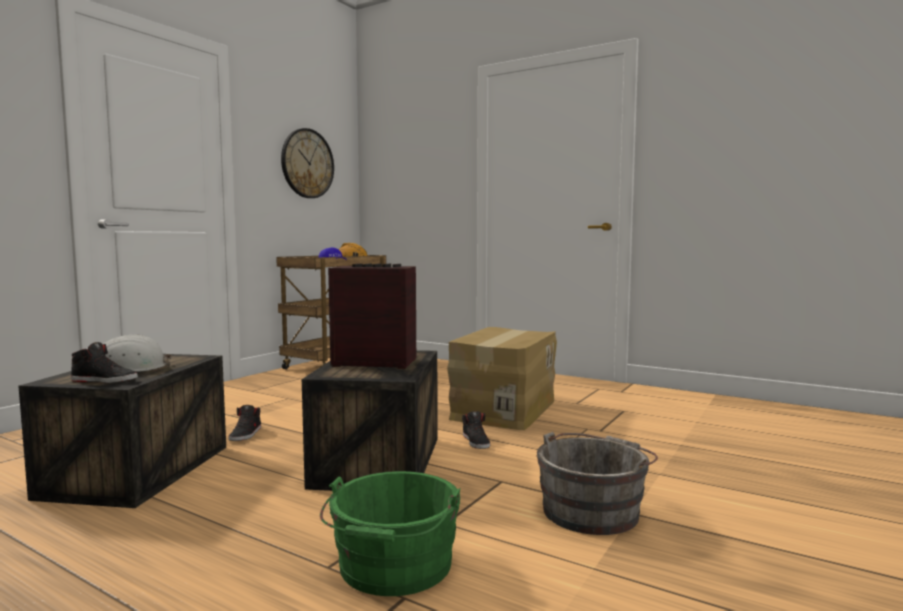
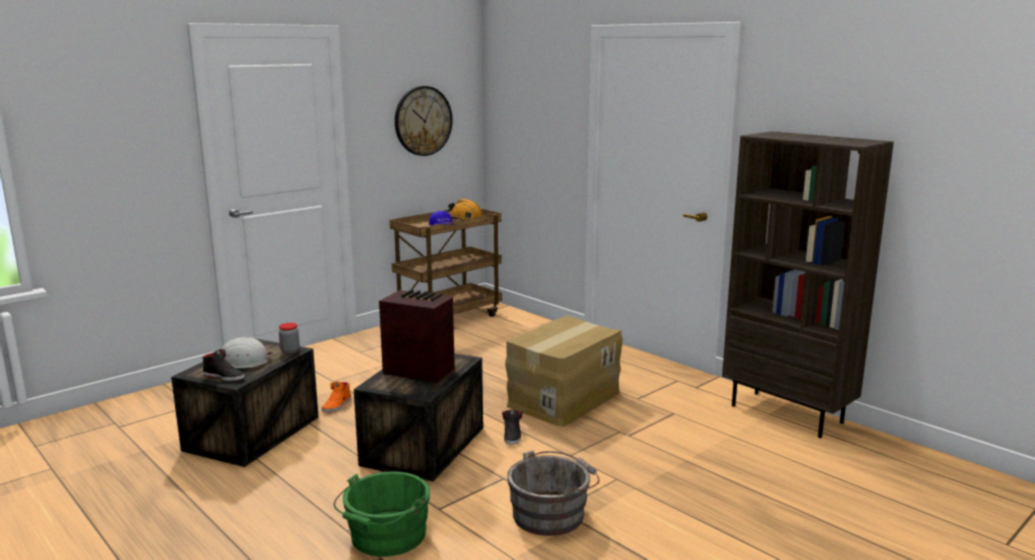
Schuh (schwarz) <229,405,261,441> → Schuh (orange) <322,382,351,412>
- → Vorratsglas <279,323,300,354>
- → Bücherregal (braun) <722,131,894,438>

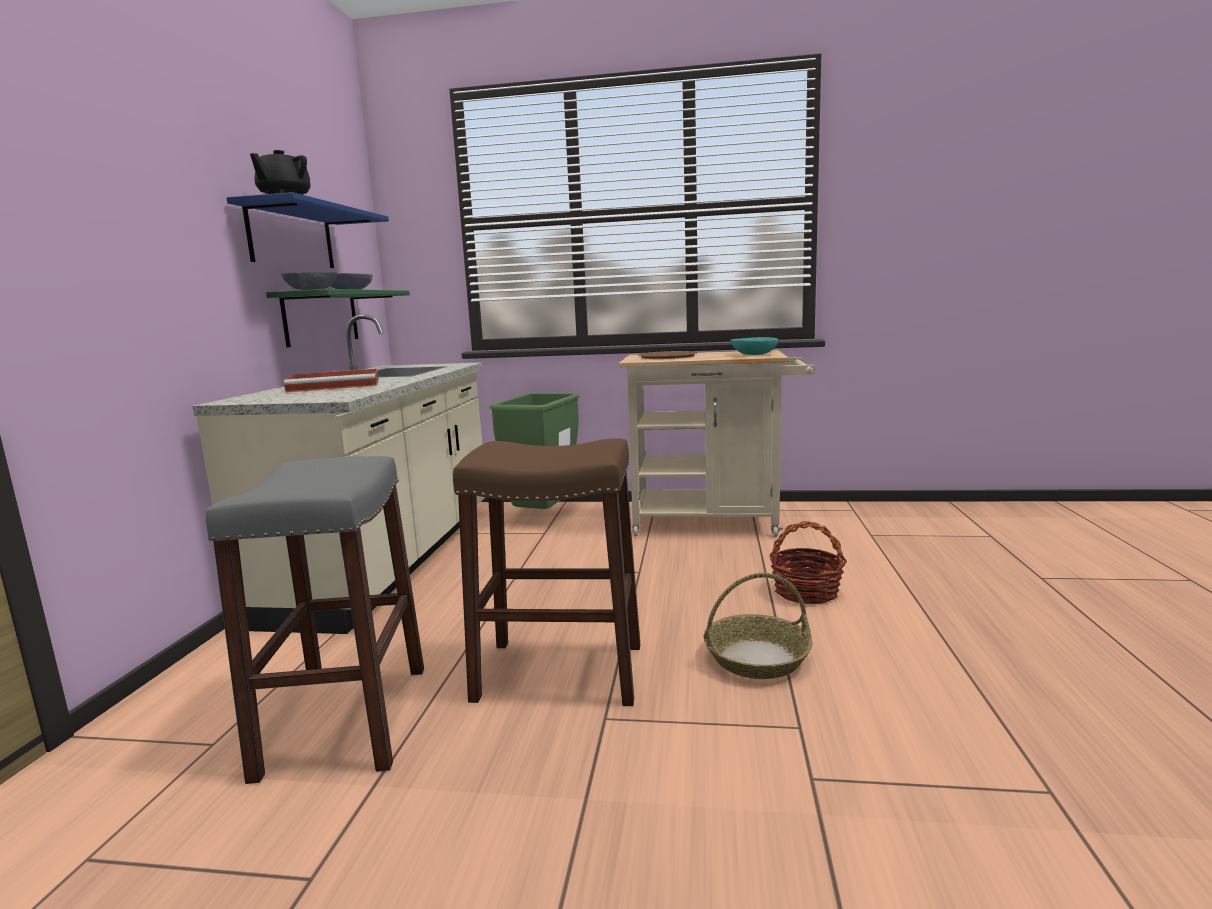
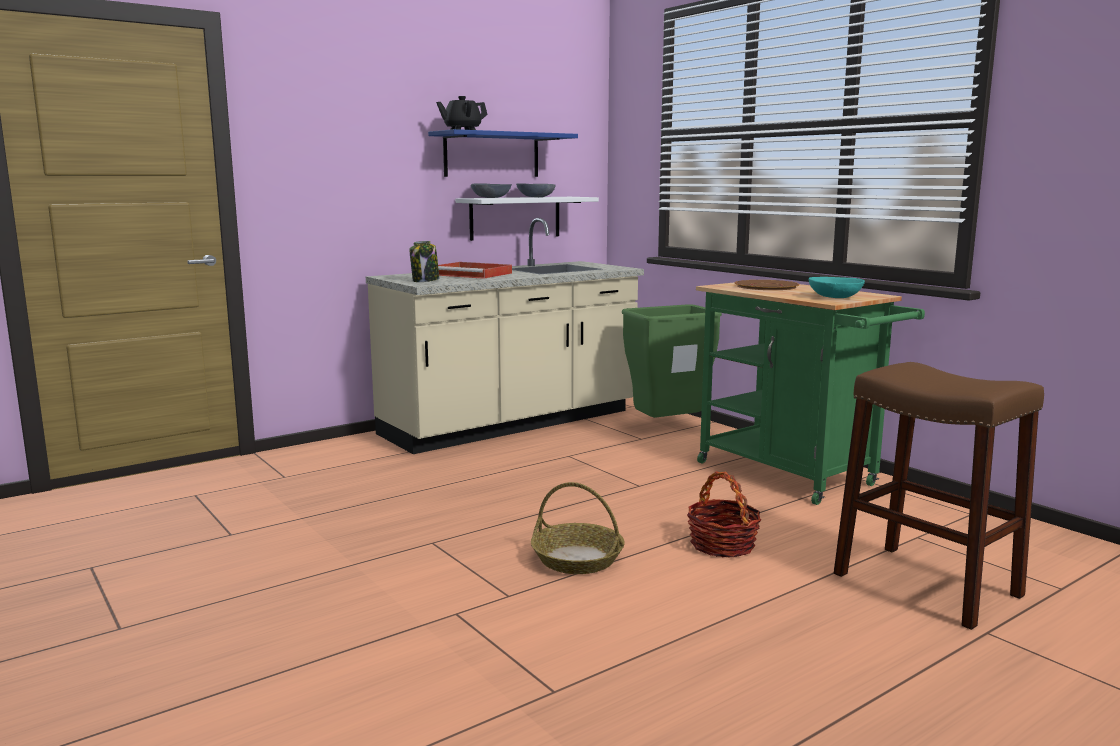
Hocker (grau) <206,456,424,784> → -
Wandregal (grün) <266,289,410,347> → Wandregal (weiß) <455,197,599,241>
Hocker (braun) <453,438,640,706> → Hocker (braun) <834,362,1044,630>, moved
Rollwagen (beige) <618,350,815,537> → Rollwagen (grün) <696,282,925,505>
- → Vorratsglas <409,241,439,282>

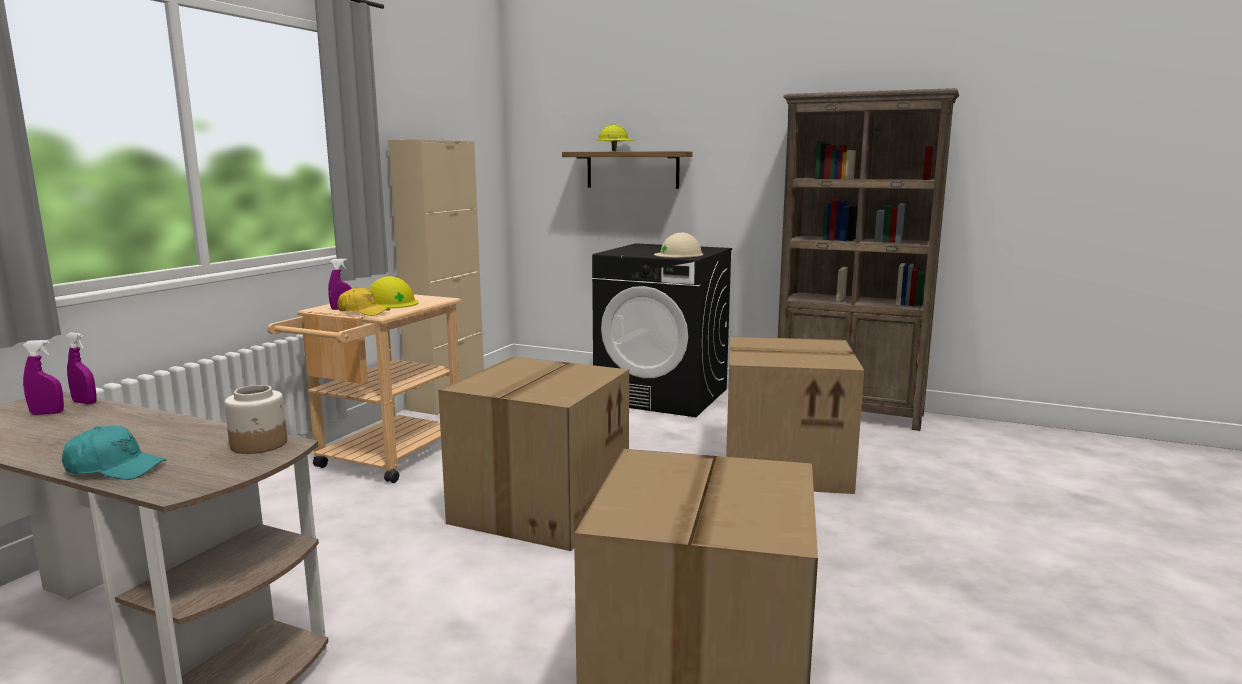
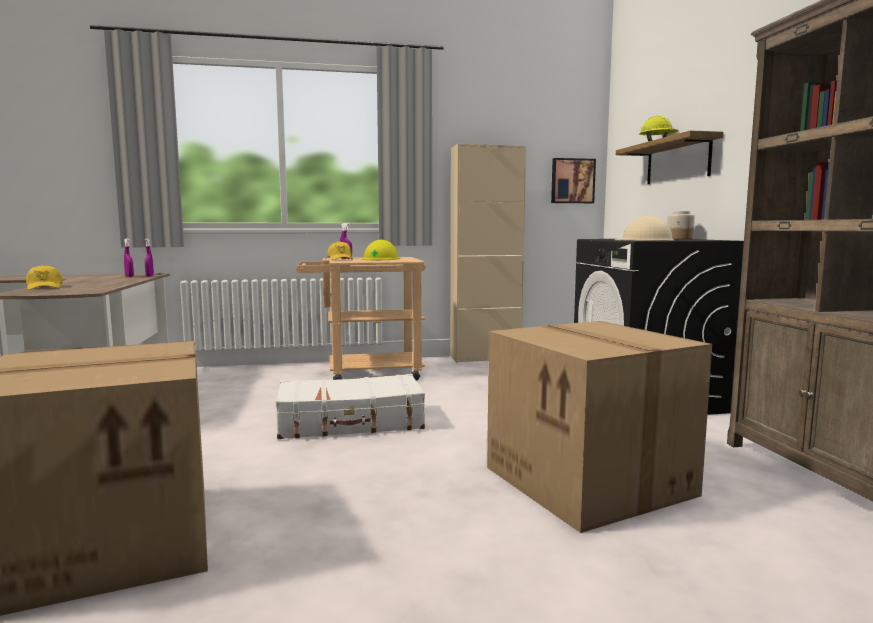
Kappe (türkis) <62,426,166,480> → Kappe (gelb) <26,265,62,290>
Vorratsglas <224,385,287,454> → Vorratsglas <667,211,695,239>, moved
Karton <438,356,629,551> → Koffer (weiß) <276,374,425,439>
- → Bild <551,158,596,203>

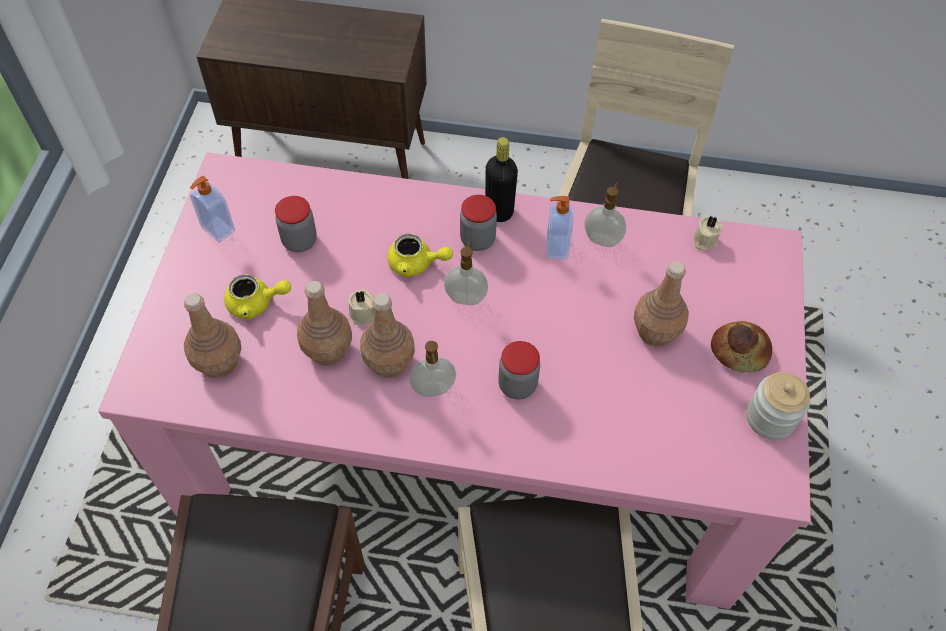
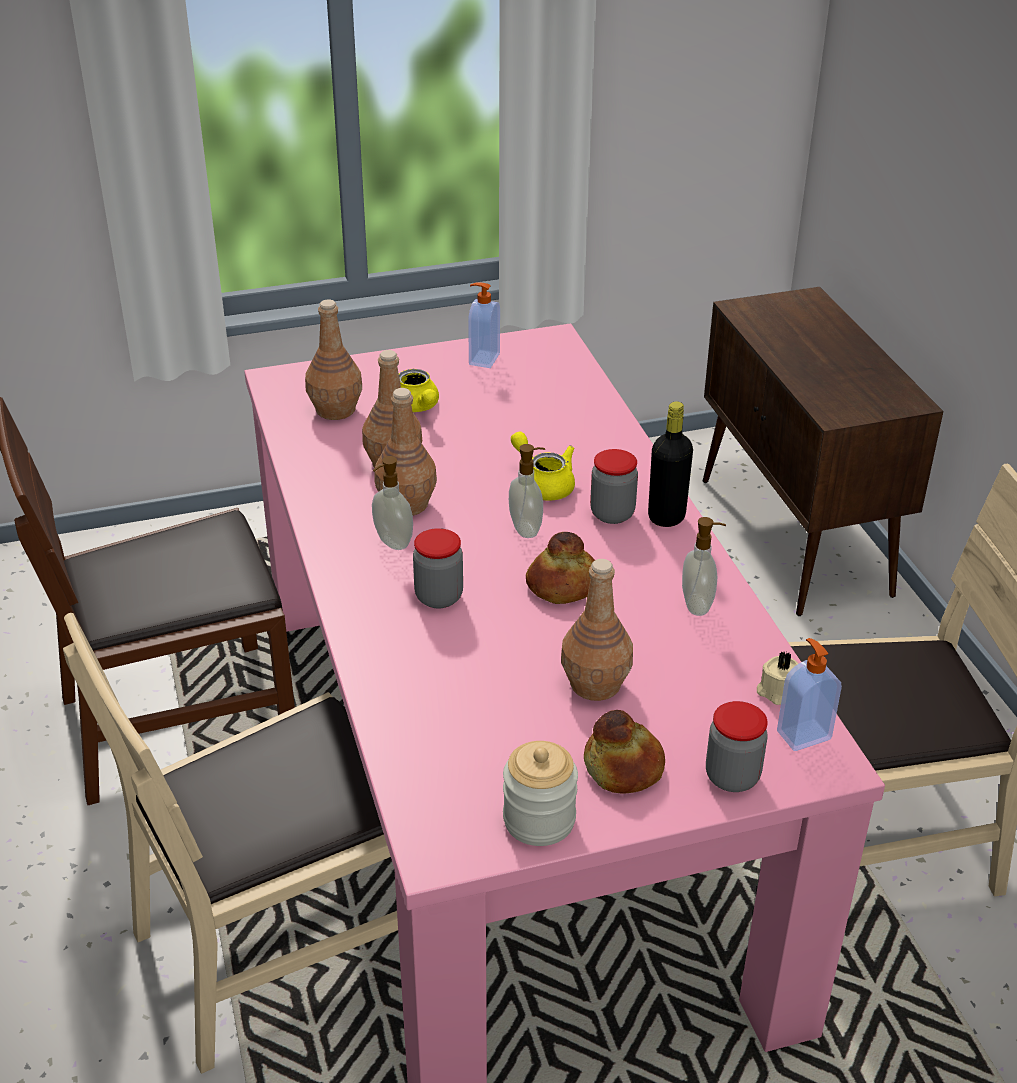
Vorratsglas <275,196,317,252> → Vorratsglas <706,701,768,792>, moved
Kerze (beige) <348,290,374,325> → -
Teekanne (gelb) <387,234,453,277> → Teekanne (gelb) <511,432,575,501>, 150 degrees clockwise
Seifenspender <547,196,573,259> → Seifenspender <777,638,842,751>, moved
- → Brot <526,532,595,604>

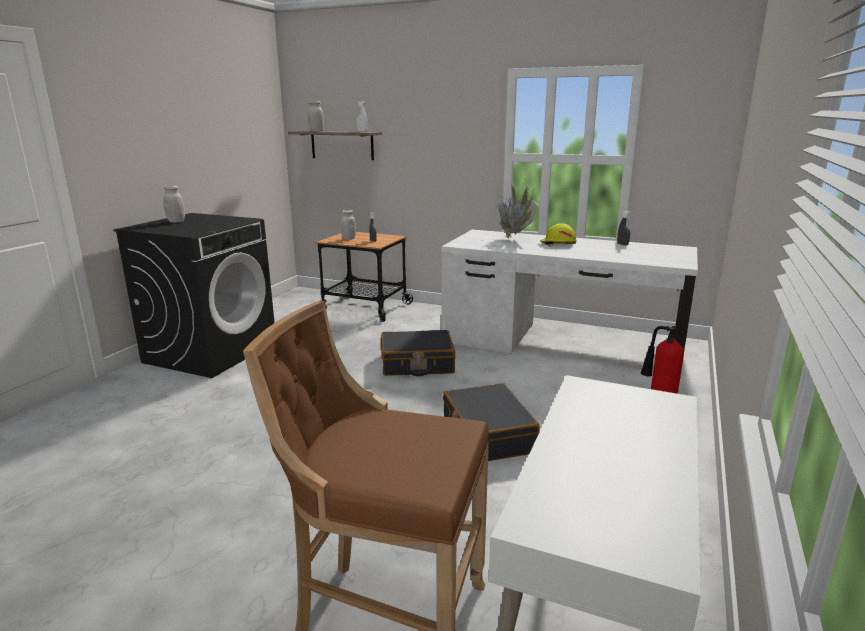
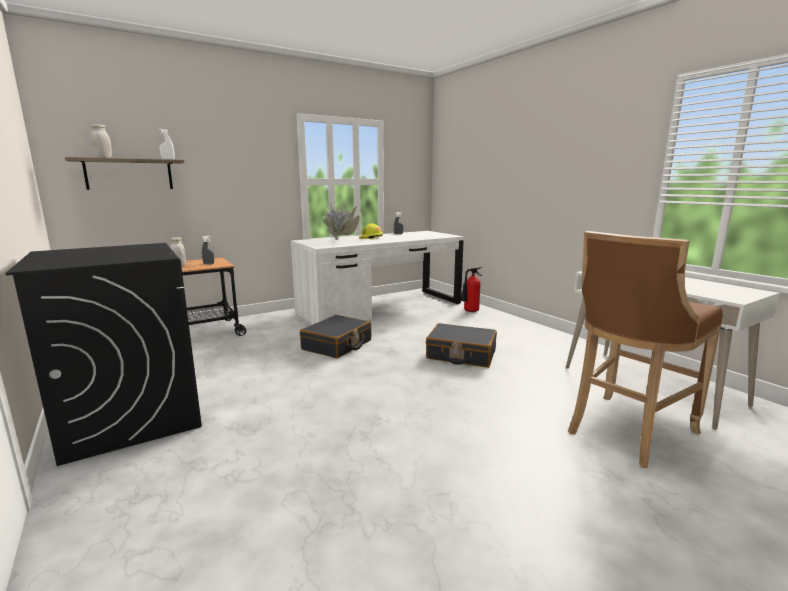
Vorratsglas (weiß) <163,185,185,223> → -

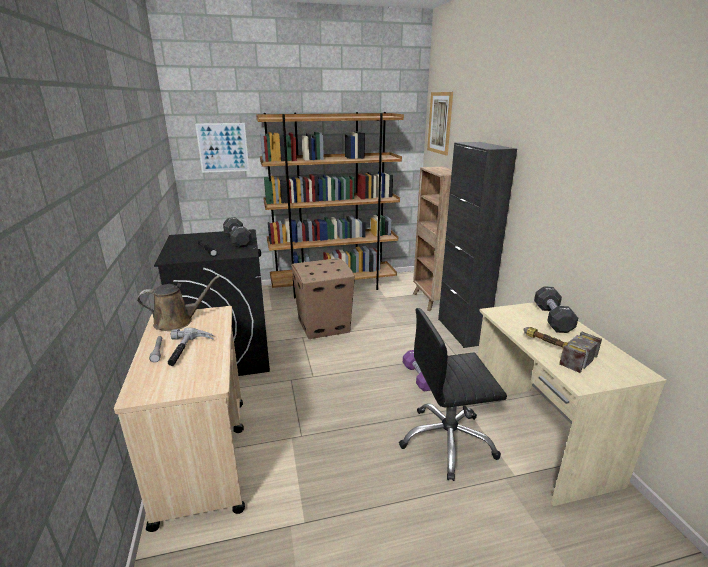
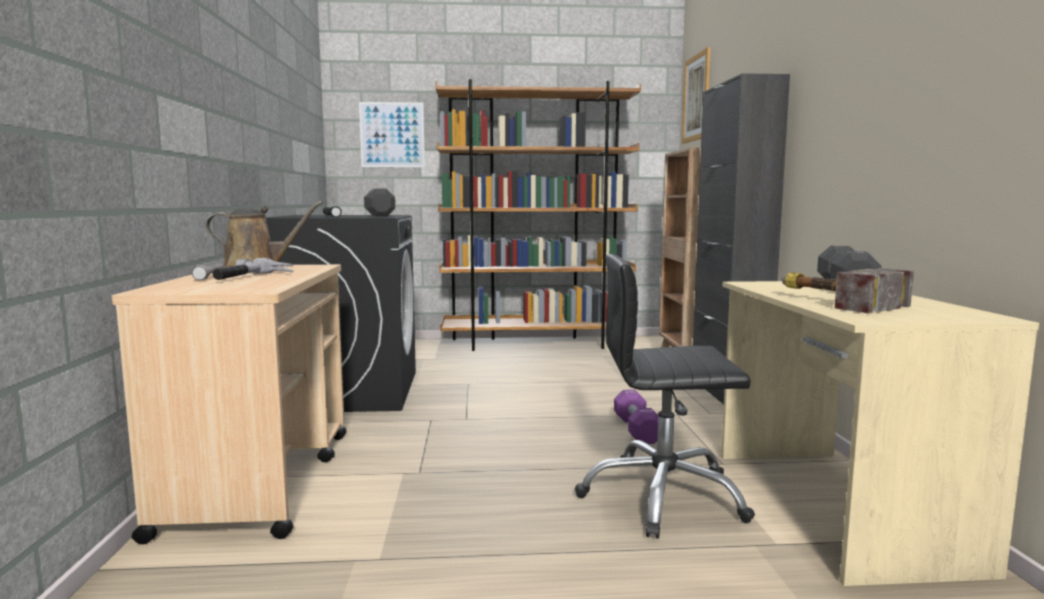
Karton <291,258,355,339> → -

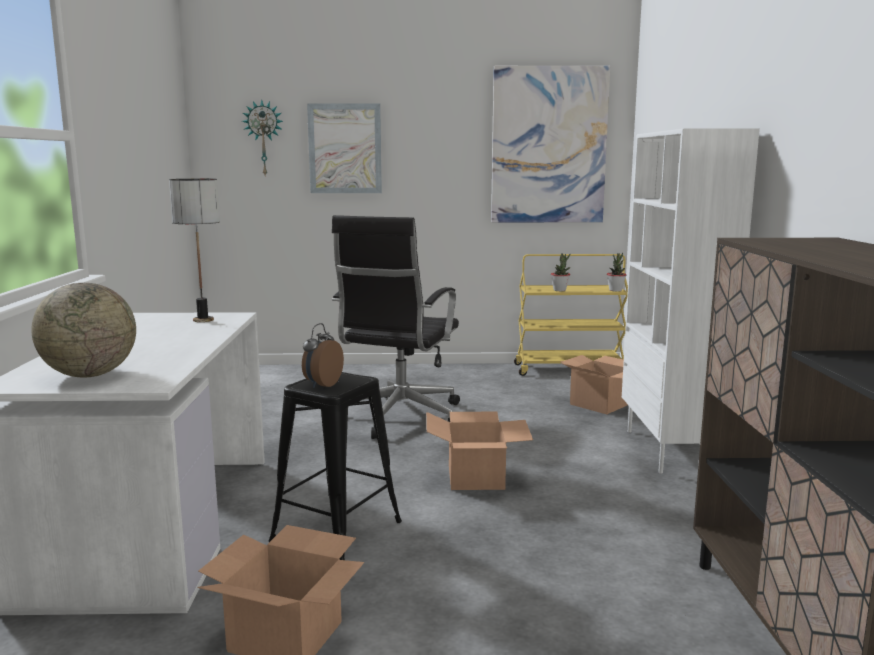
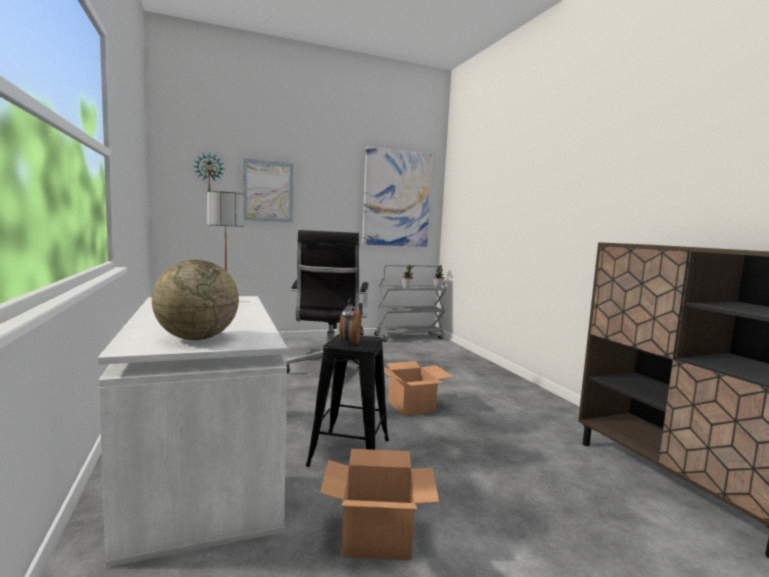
Rollwagen (gelb) <514,254,628,376> → Rollwagen (grau) <374,265,447,342>
Karton <561,355,628,414> → -
Bücherregal (weiß) <622,129,760,474> → -

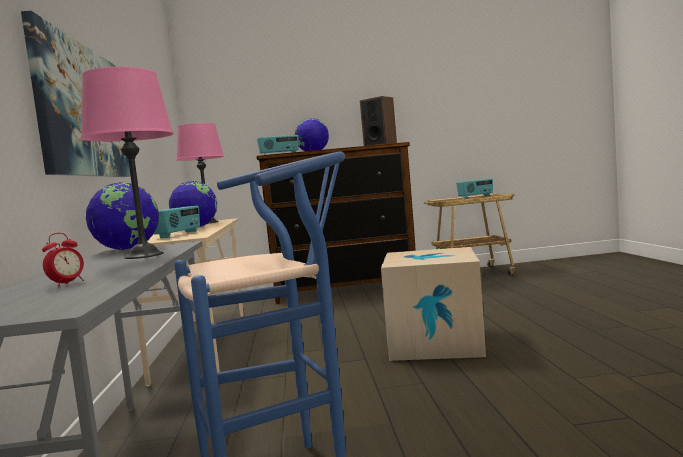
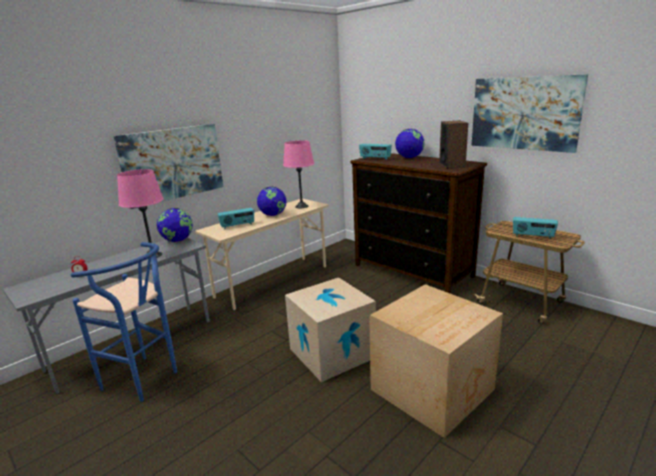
- → Karton <369,284,503,438>
- → Bild <472,74,588,153>

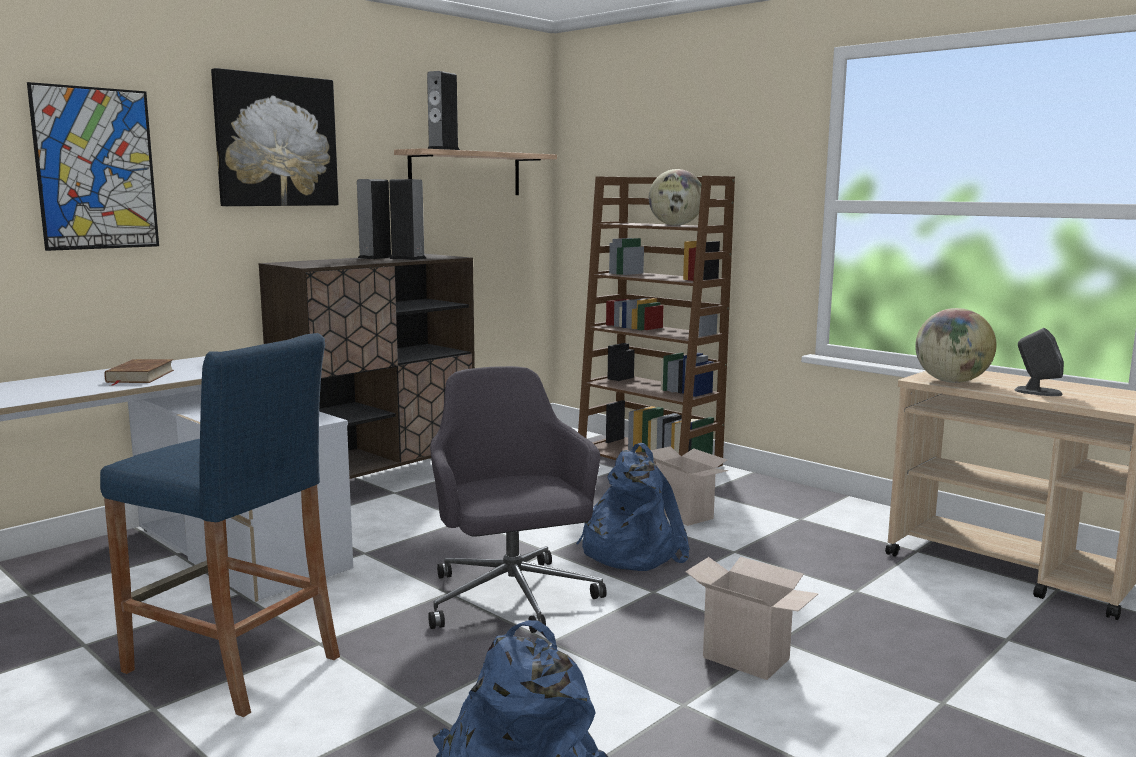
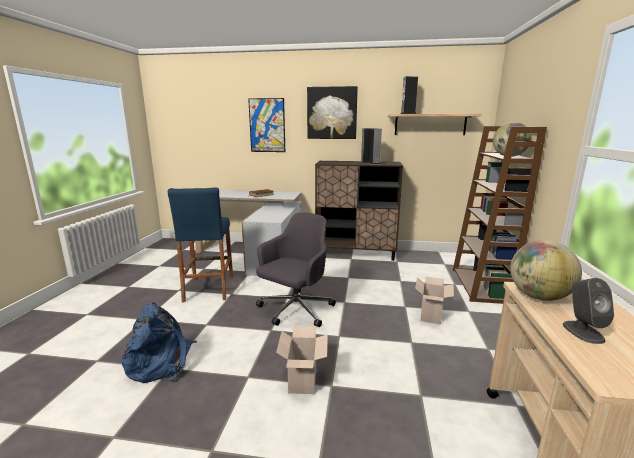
Rucksack (blau) <576,443,690,571> → -

